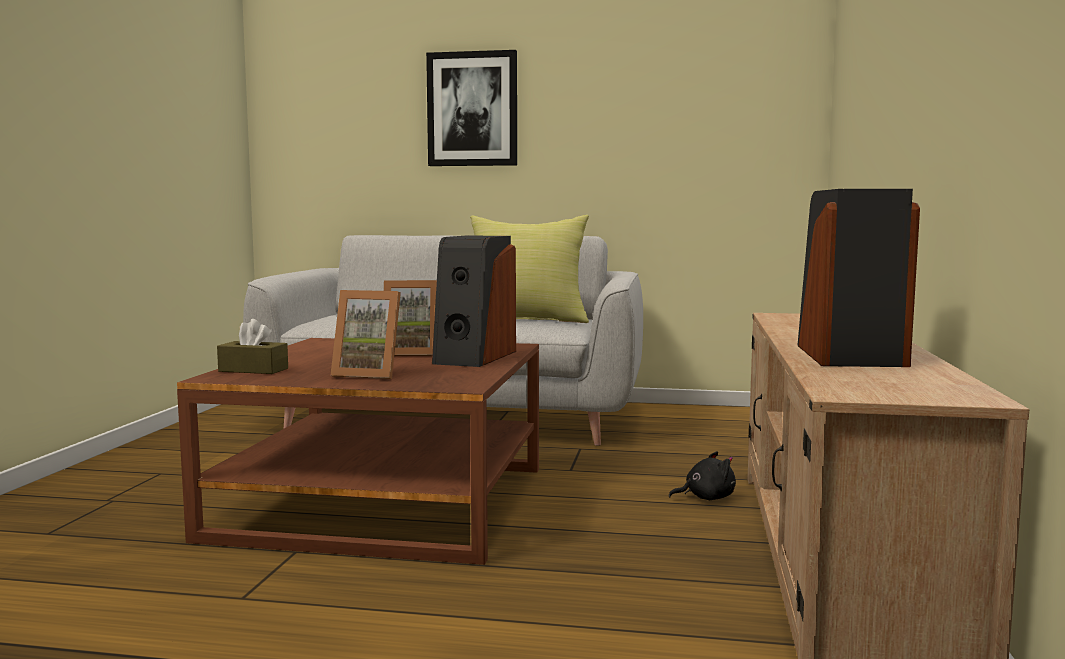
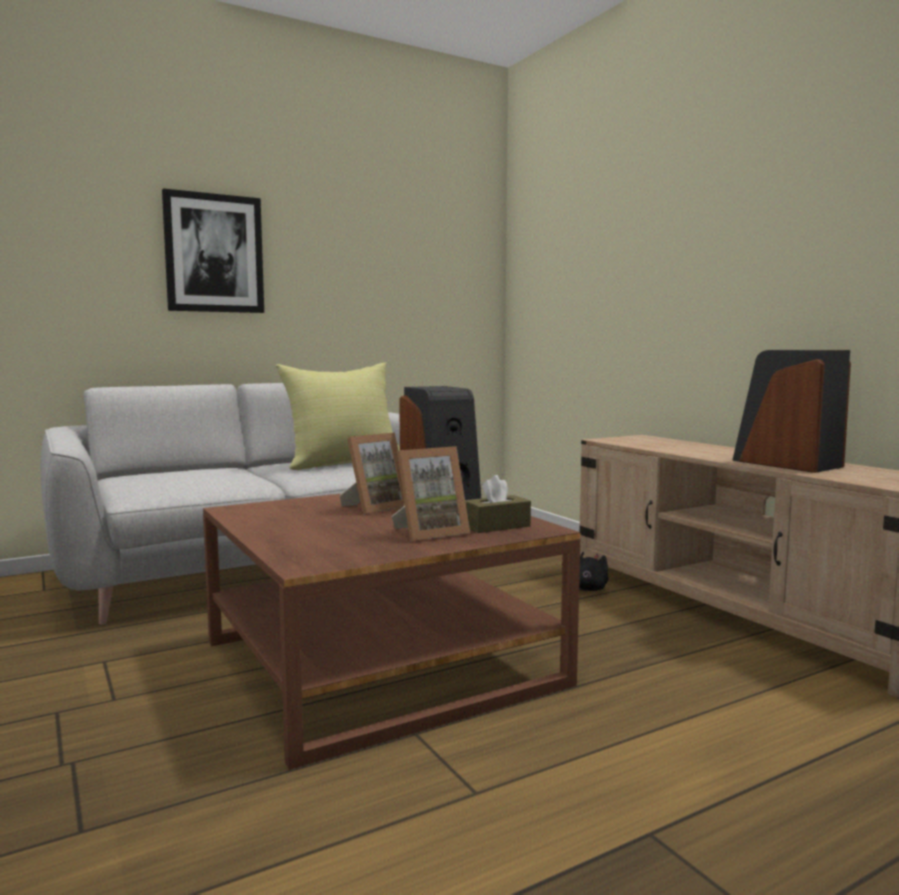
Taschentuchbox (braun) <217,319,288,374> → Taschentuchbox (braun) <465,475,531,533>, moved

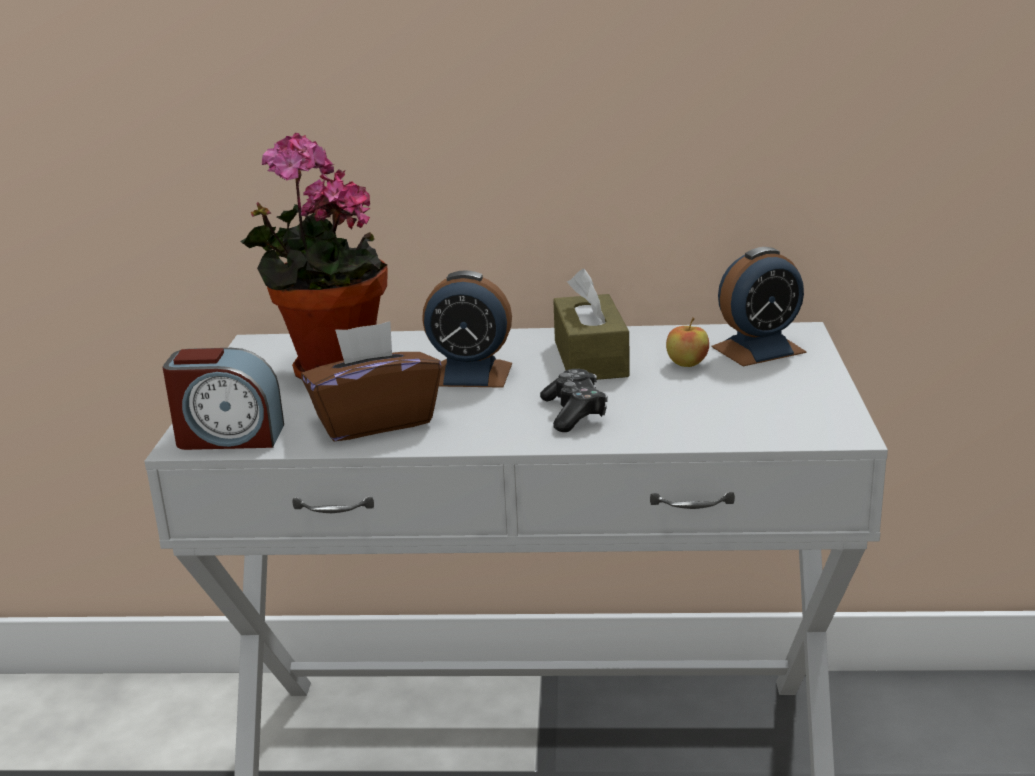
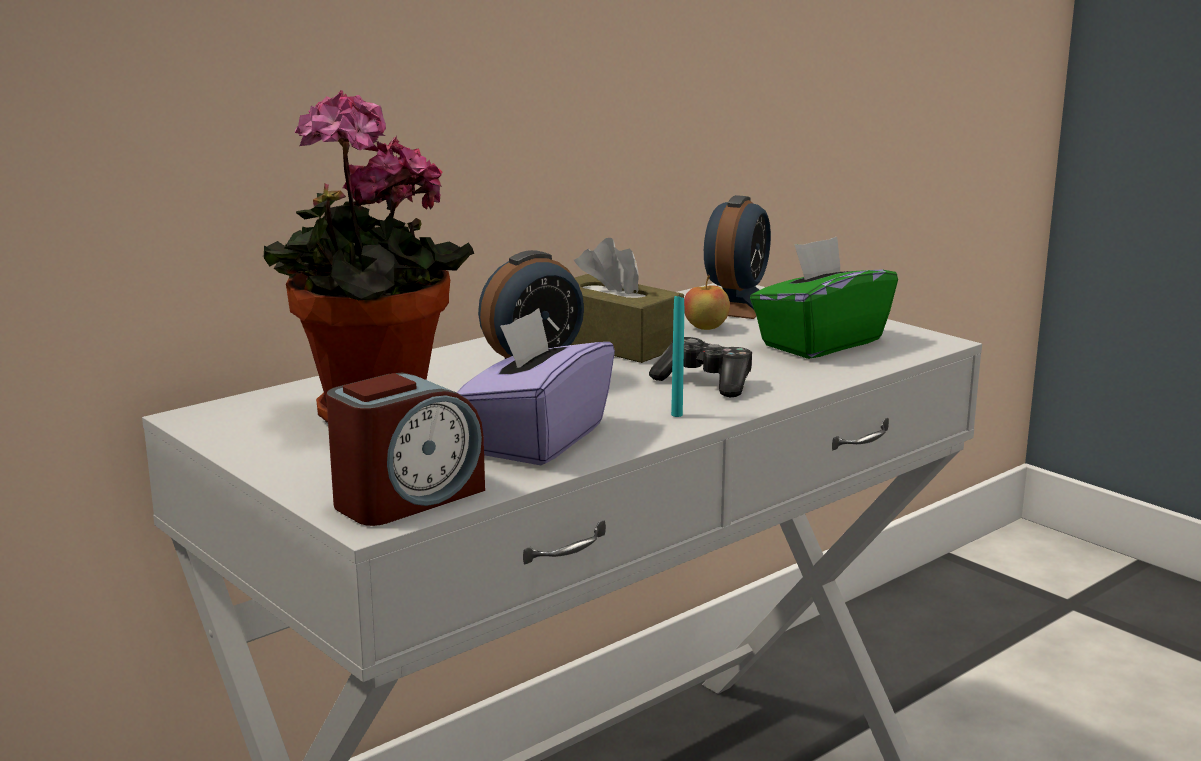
Taschentuchbox (braun) <301,321,442,441> → Taschentuchbox (lila) <457,308,615,465>
- → Kerze (türkis) <671,293,684,417>
- → Taschentuchbox (grün) <750,237,898,359>

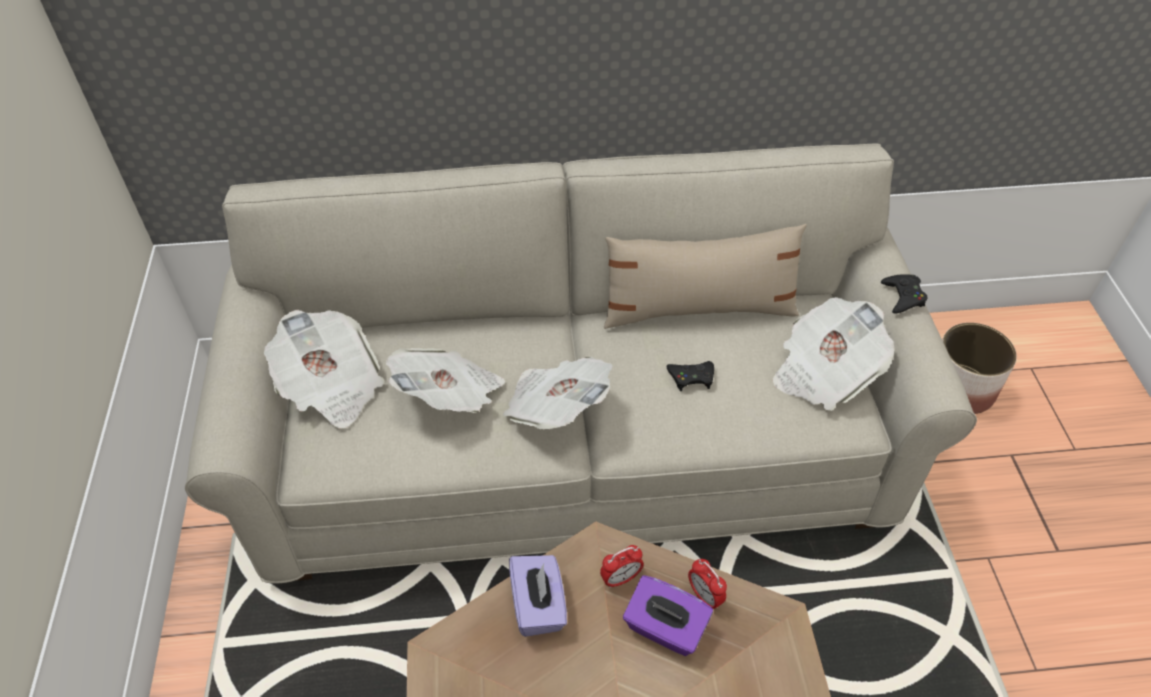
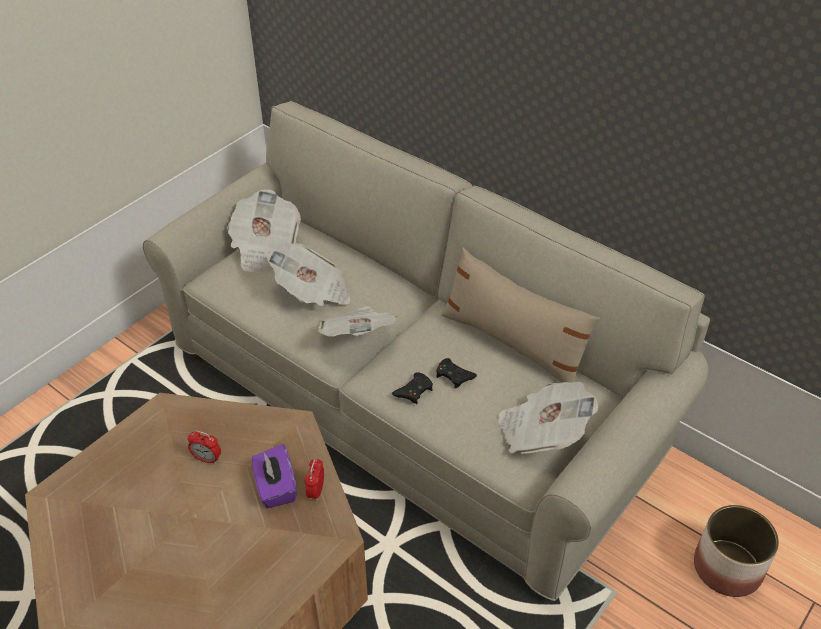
Taschentuchbox (lila) <509,555,567,637> → -
Wecker <600,545,644,588> → Wecker <188,430,221,464>, moved
Gamepad (schwarz) <881,274,927,313> → Gamepad (schwarz) <392,372,433,404>, moved

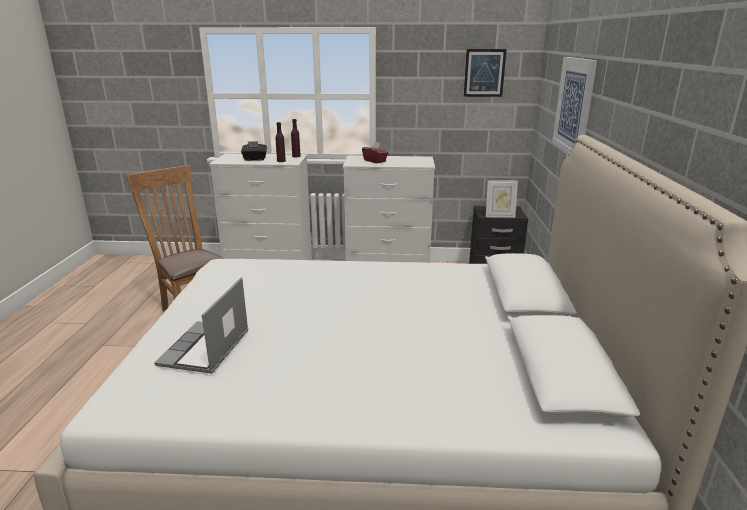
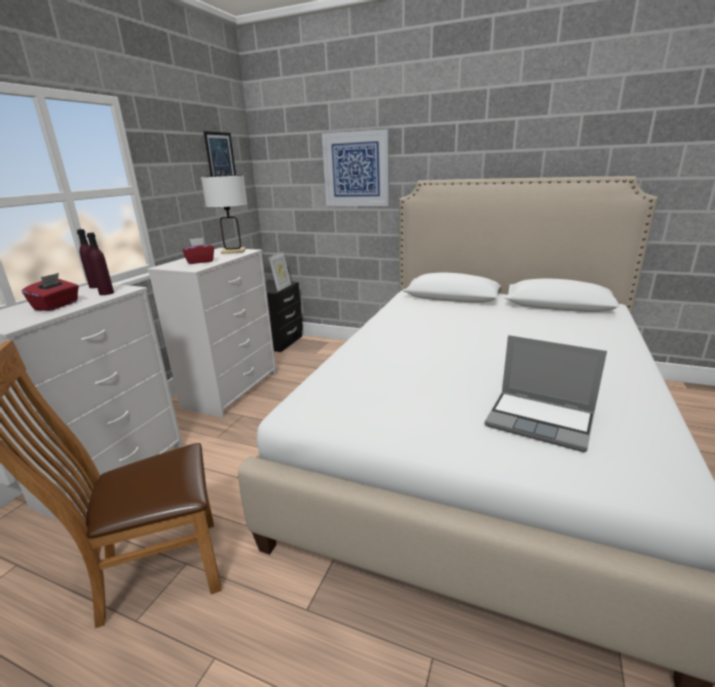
Taschentuchbox (schwarz) <241,141,267,161> → Taschentuchbox (rot) <22,273,79,311>
- → Tischlampe (weiß) <201,175,247,254>

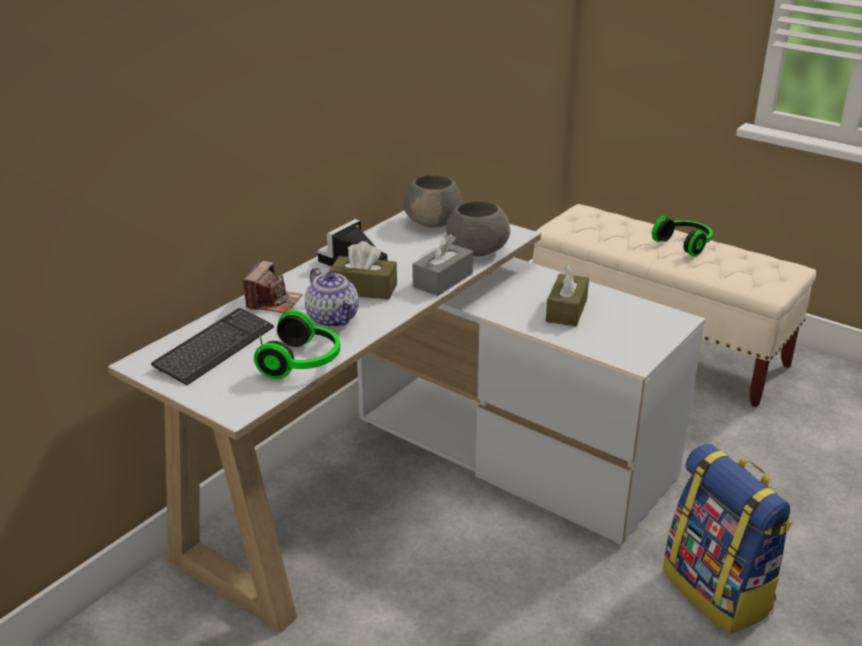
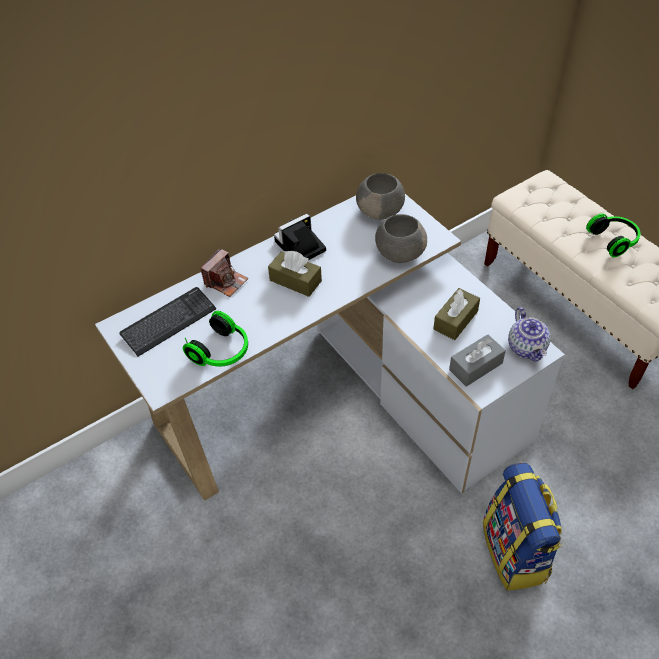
Teekanne <305,268,359,327> → Teekanne <508,307,550,362>, moved
Taschentuchbox (grau) <412,234,473,296> → Taschentuchbox (grau) <449,334,506,386>, moved

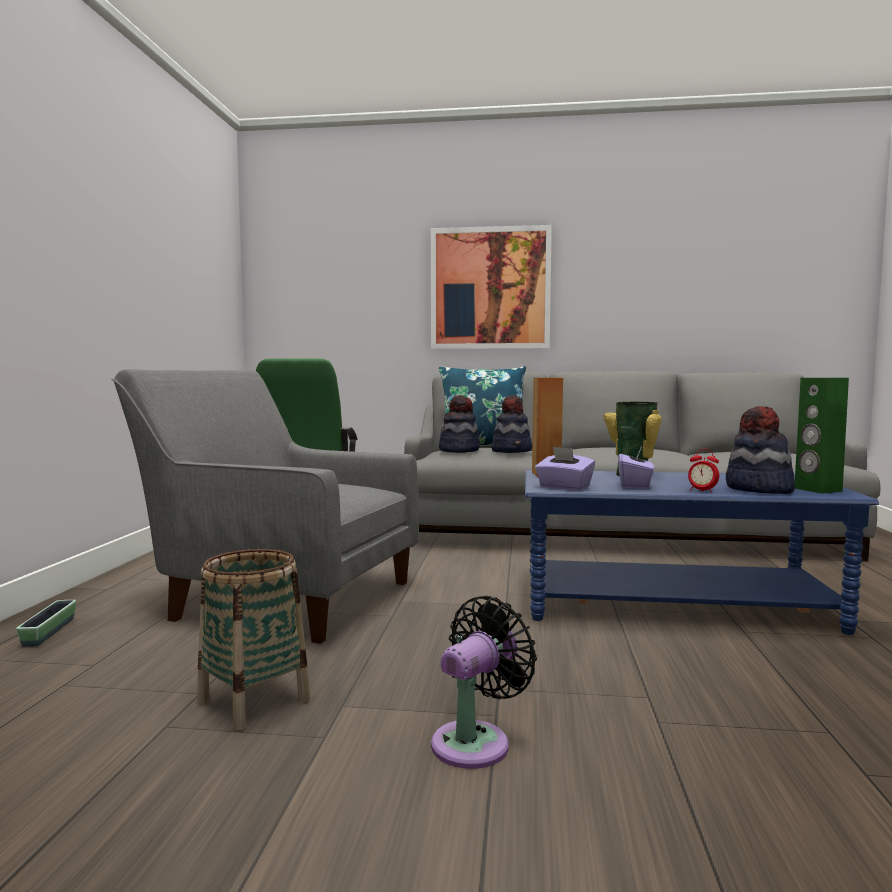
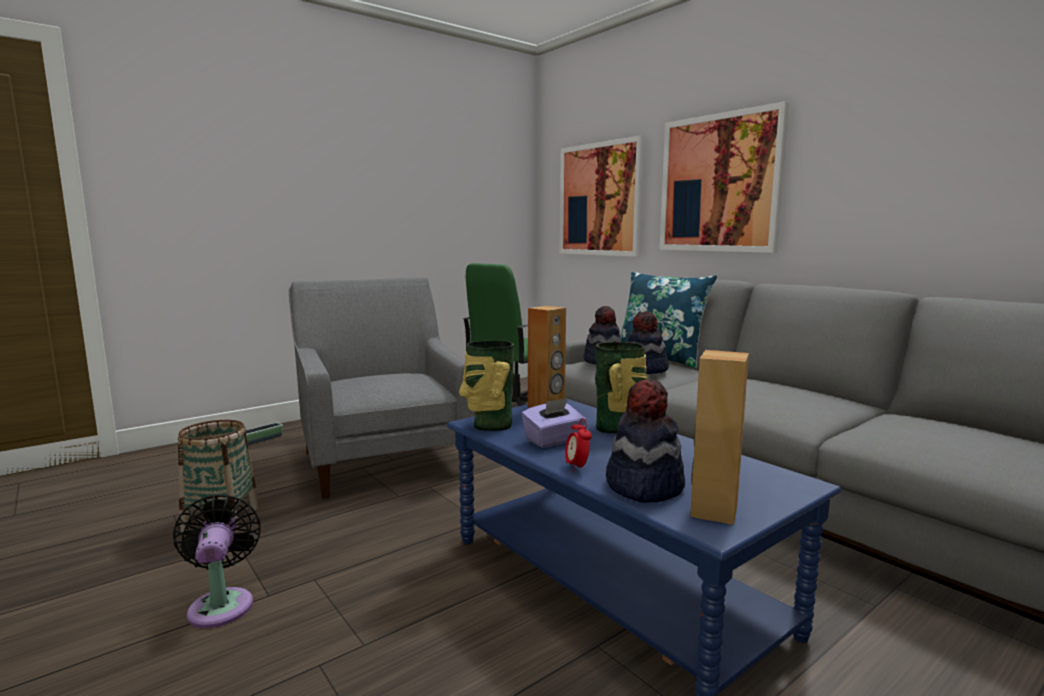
Ventilator (schwarz) <431,595,537,769> → Ventilator (schwarz) <173,495,261,628>, 105 degrees counterclockwise
Taschentuchbox (lila) <535,447,595,490> → Vase <459,340,514,431>
Lautsprecher (grün) <795,378,849,493> → Lautsprecher (braun) <690,350,749,525>
- → Bild <559,135,644,256>

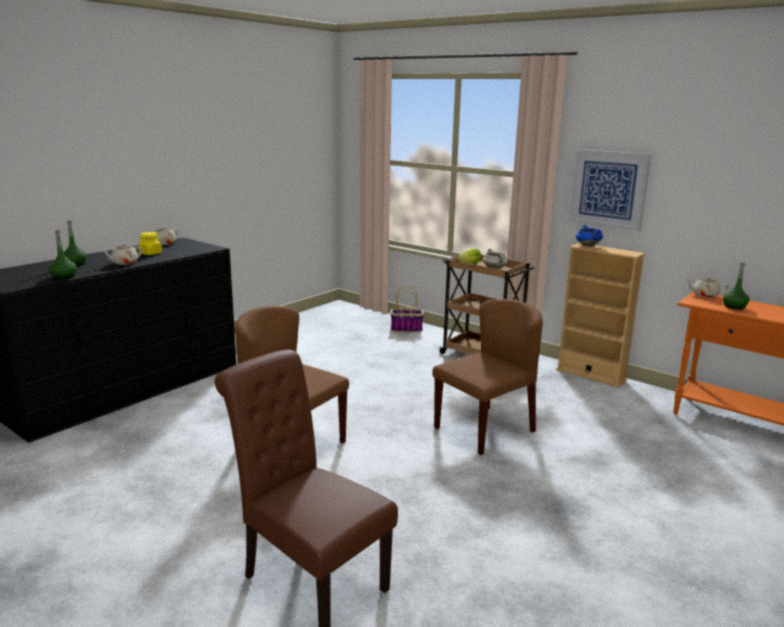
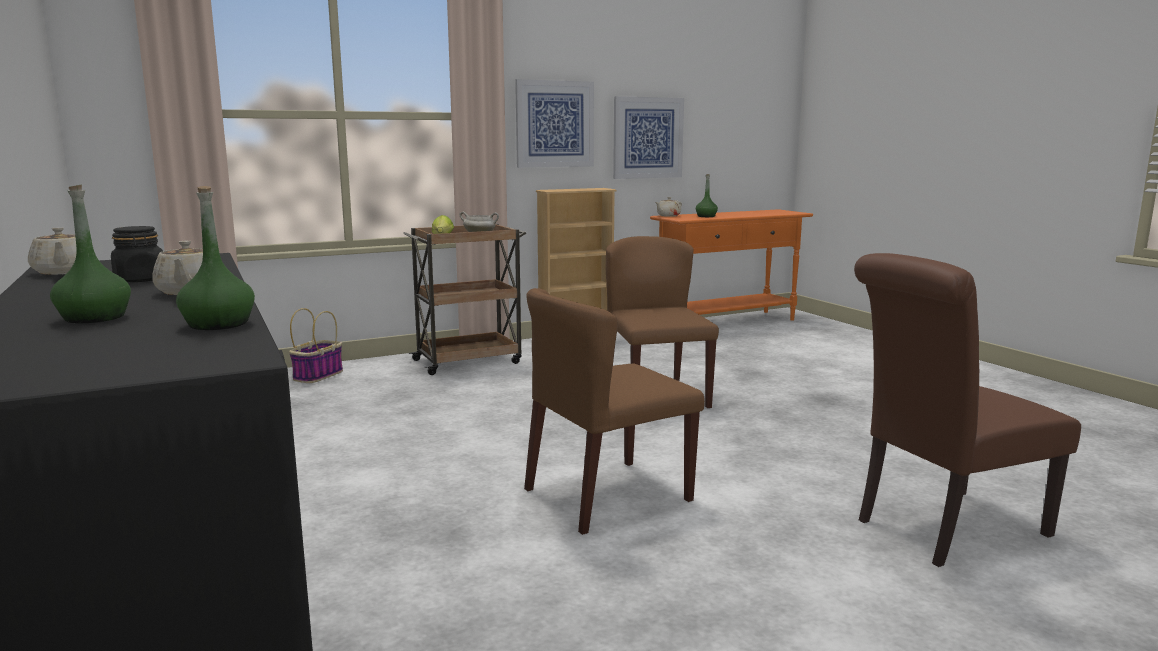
Vorratsglas (gelb) <139,232,162,255> → Vorratsglas (schwarz) <111,226,163,282>
Kochtopf (blau) <576,225,603,247> → -
- → Bild <613,96,684,179>

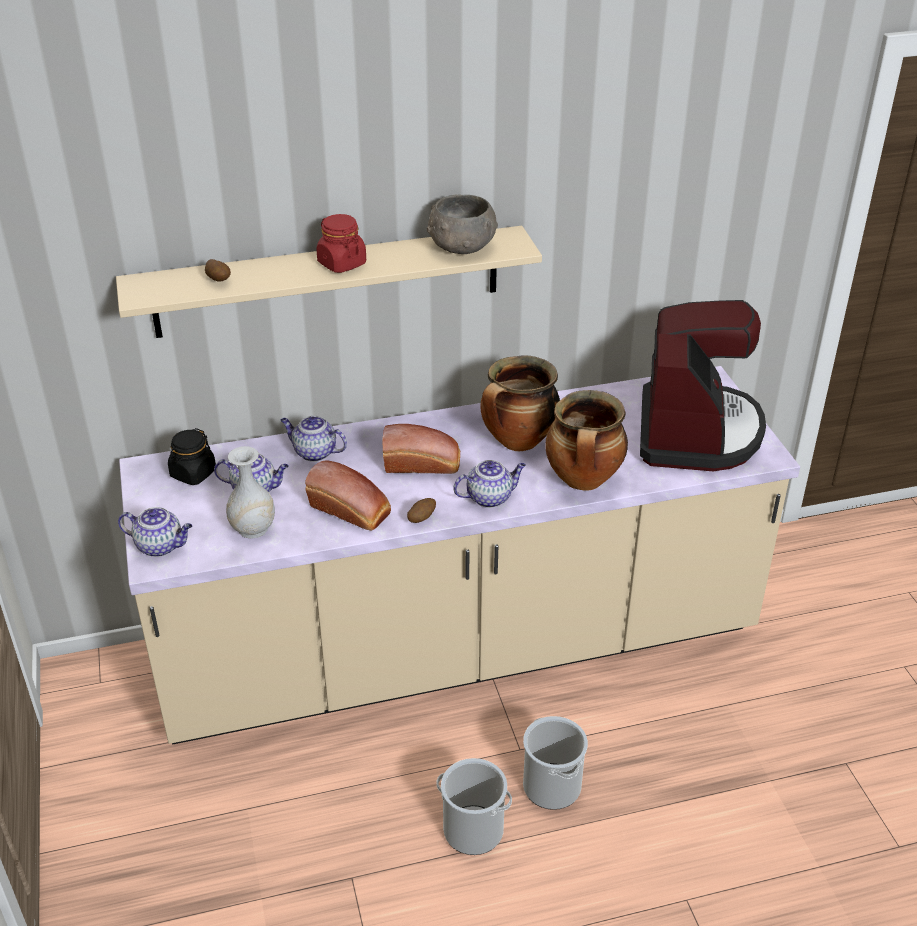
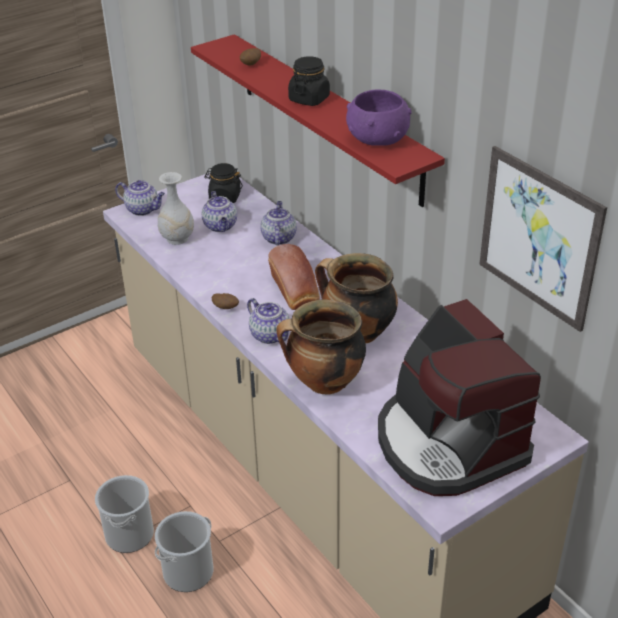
Wandregal (beige) <116,226,542,338> → Wandregal (rot) <191,34,445,207>
Teekanne <118,507,192,557> → Teekanne <115,180,165,216>, 60 degrees counterclockwise
Brot <305,460,391,531> → -
Vorratsglas (rot) <316,214,366,273> → Vorratsglas (schwarz) <288,56,330,106>
Schüssel (grau) <427,195,498,254> → Schüssel (lila) <346,90,412,146>
Kaffeemaschine <640,300,766,471> → Kaffeemaschine <378,299,541,496>, 75 degrees clockwise
- → Bild <479,146,607,332>

